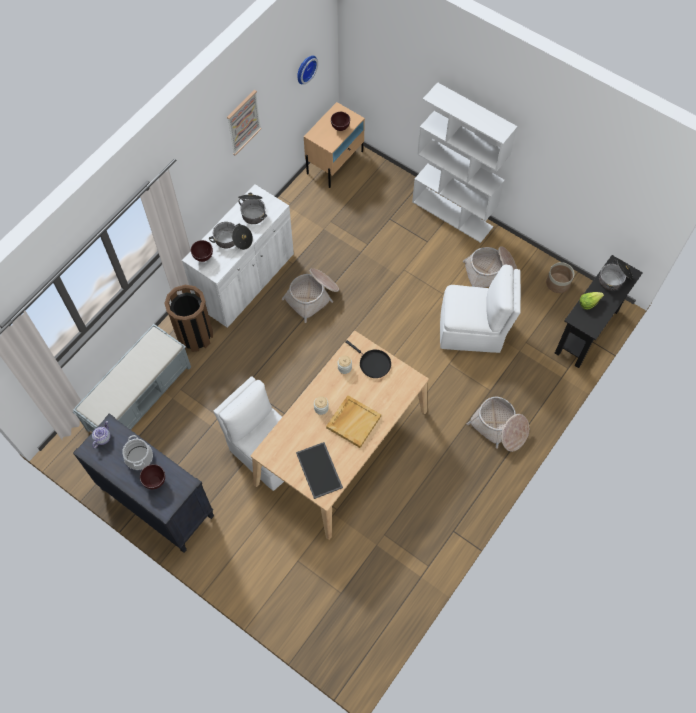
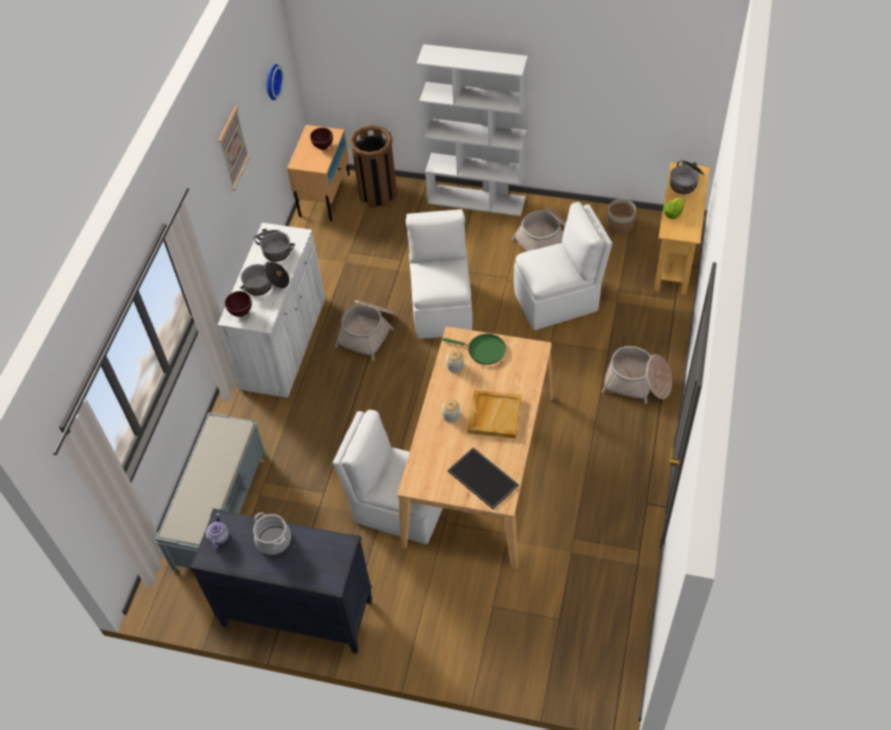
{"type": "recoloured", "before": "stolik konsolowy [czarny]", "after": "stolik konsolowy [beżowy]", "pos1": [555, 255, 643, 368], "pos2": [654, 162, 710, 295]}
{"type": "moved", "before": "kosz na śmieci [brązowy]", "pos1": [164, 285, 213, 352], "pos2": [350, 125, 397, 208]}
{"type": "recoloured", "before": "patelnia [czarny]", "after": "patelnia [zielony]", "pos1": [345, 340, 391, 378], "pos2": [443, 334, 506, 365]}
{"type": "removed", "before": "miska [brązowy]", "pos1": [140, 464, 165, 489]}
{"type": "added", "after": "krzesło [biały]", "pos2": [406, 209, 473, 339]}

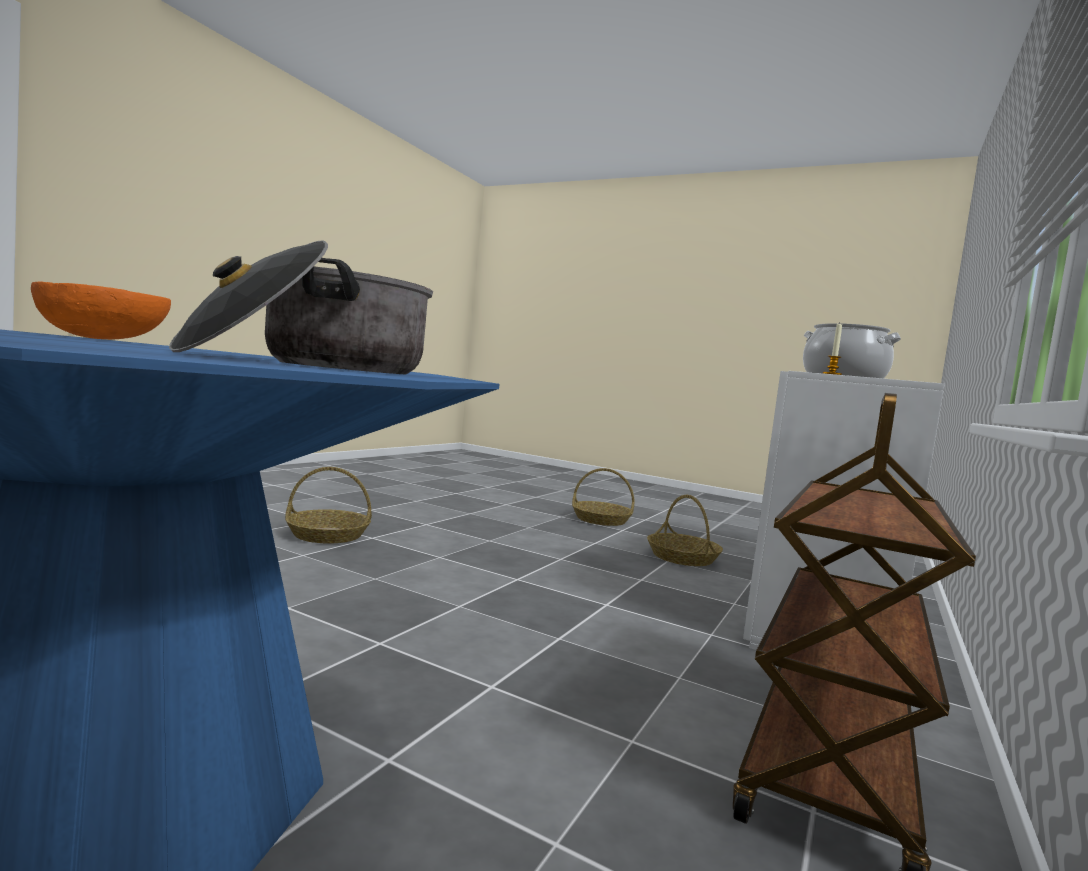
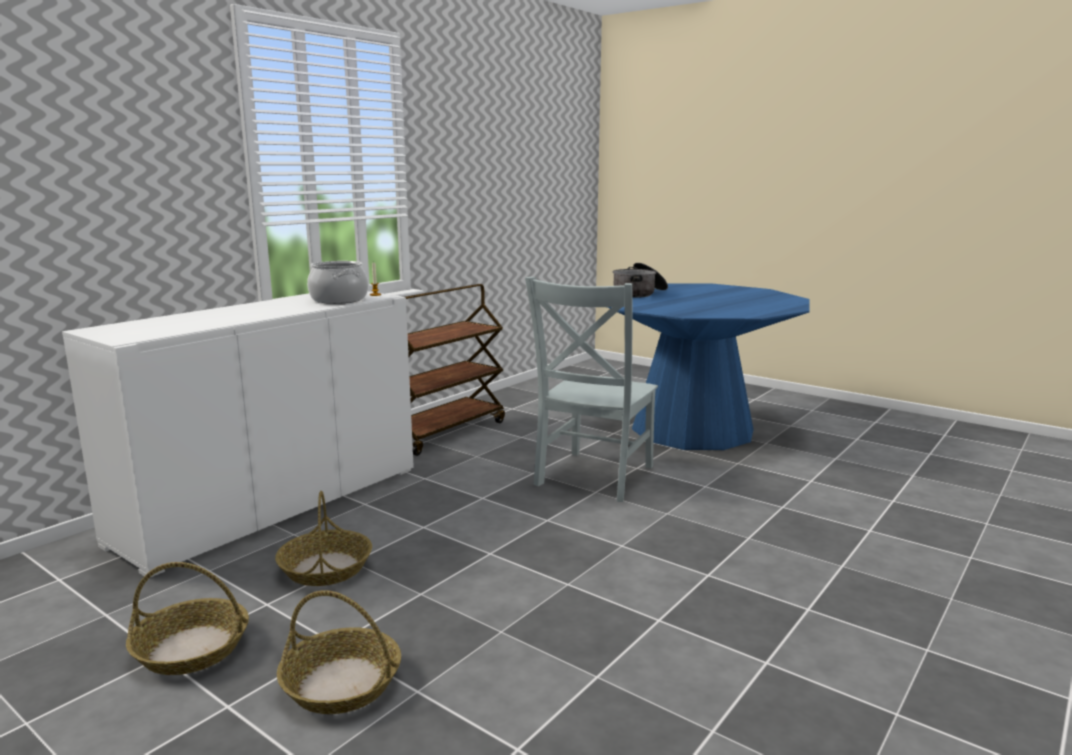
{"type": "removed", "before": "miska [pomarańczowy]", "pos1": [31, 281, 171, 339]}
{"type": "moved", "before": "koszyk", "pos1": [285, 467, 372, 544], "pos2": [126, 562, 249, 675]}
{"type": "added", "after": "krzesło [szary]", "pos2": [525, 277, 658, 502]}

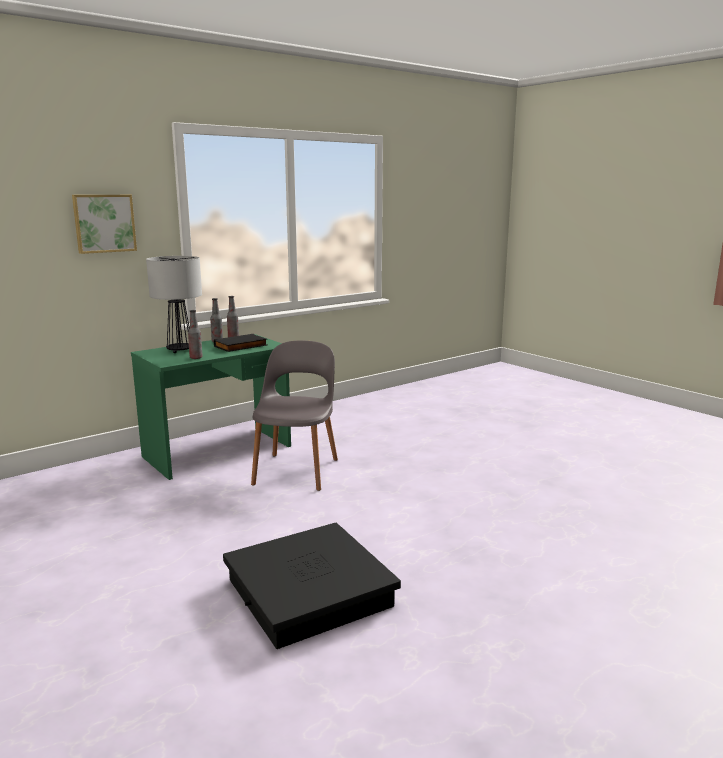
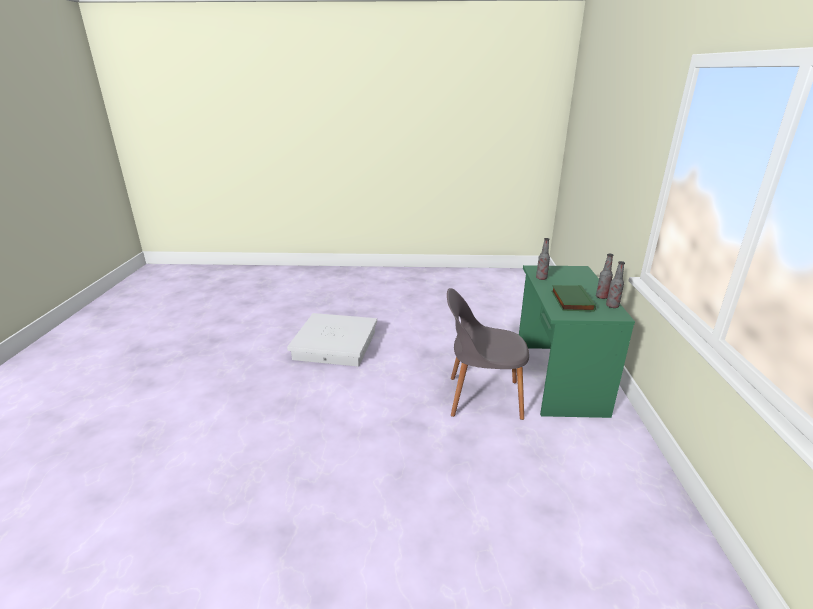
{"type": "removed", "before": "obraz", "pos1": [72, 195, 137, 254]}
{"type": "removed", "before": "lampa stołowa", "pos1": [146, 256, 202, 353]}
{"type": "recoloured", "before": "książka [czarny]", "after": "książka [zielony]", "pos1": [214, 334, 267, 352], "pos2": [552, 285, 596, 312]}
{"type": "turned", "before": "krzesło [szary]", "pos1": [251, 340, 338, 491], "pos2": [447, 288, 529, 420], "turn": 135}
{"type": "recoloured", "before": "pojemnik do przechowywania [czarny]", "after": "pojemnik do przechowywania [biały]", "pos1": [223, 523, 401, 649], "pos2": [287, 313, 377, 367]}

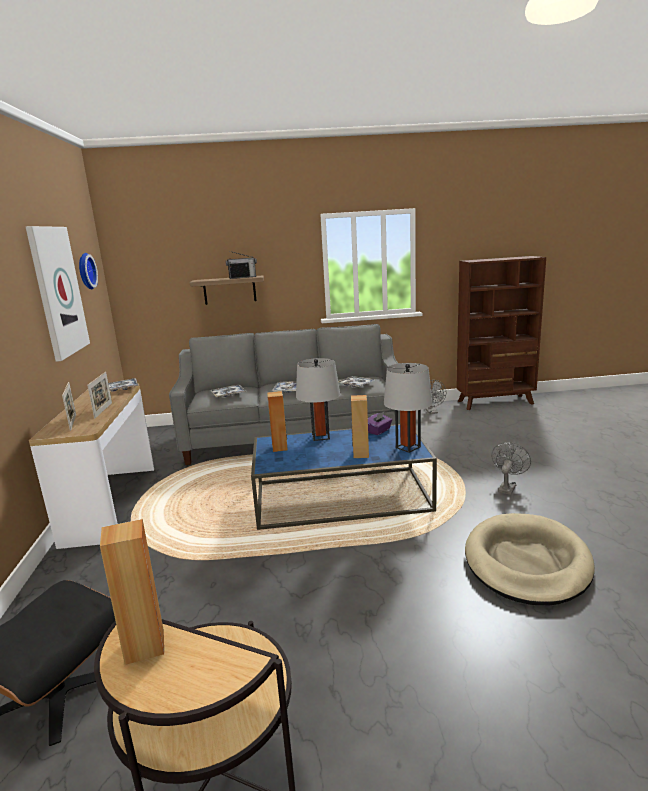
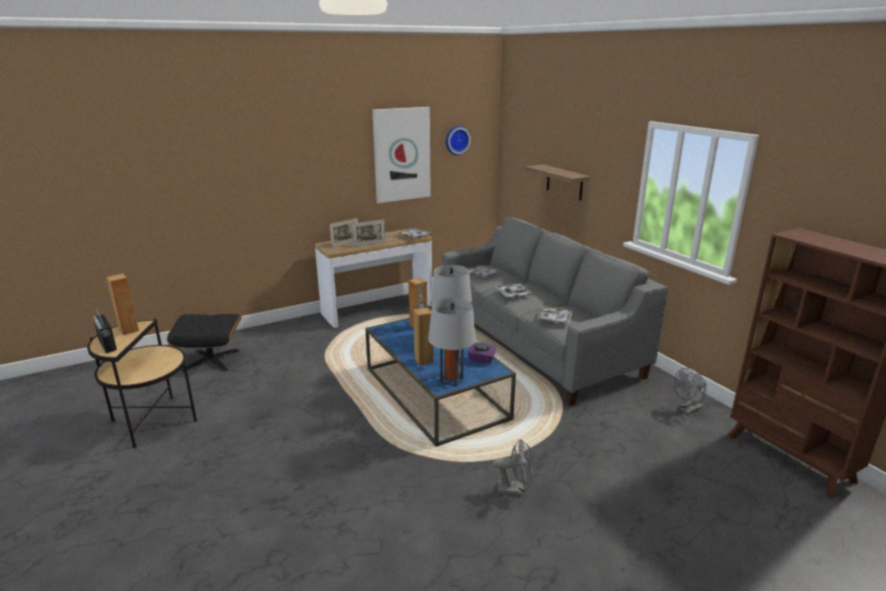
{"type": "moved", "before": "radio", "pos1": [226, 251, 257, 279], "pos2": [93, 306, 117, 353]}
{"type": "removed", "before": "legowisko [beżowy]", "pos1": [465, 513, 595, 605]}

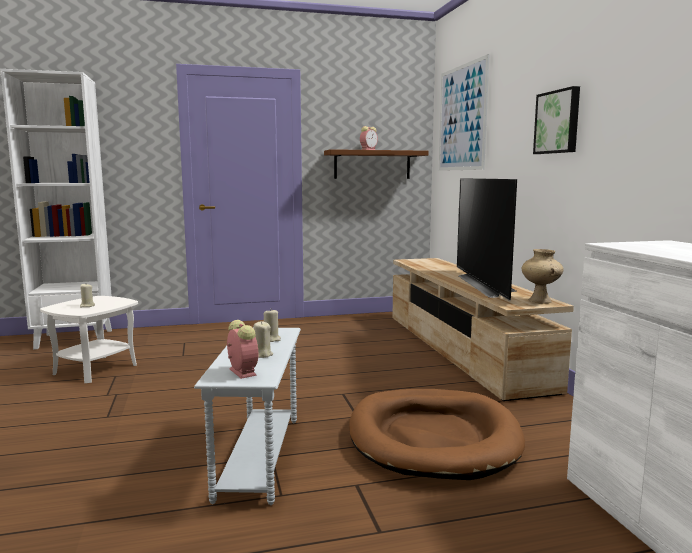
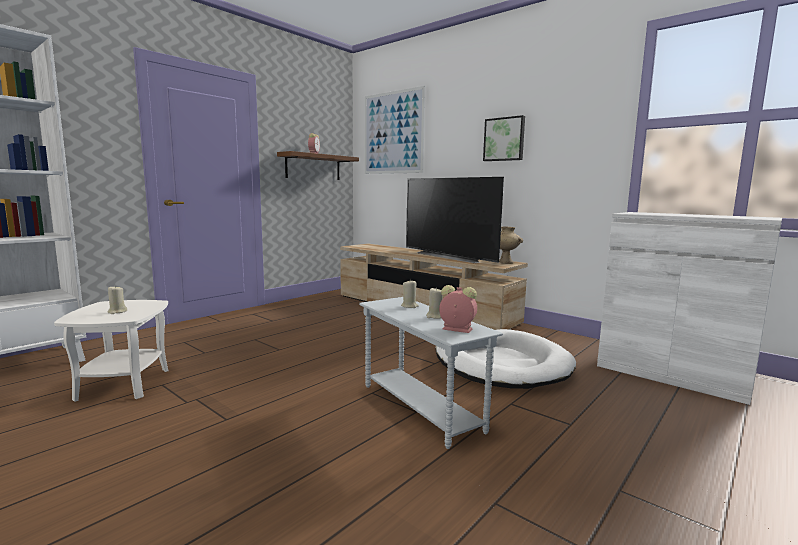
{"type": "recoloured", "before": "legowisko [brązowy]", "after": "legowisko [biały]", "pos1": [349, 389, 525, 480], "pos2": [435, 329, 576, 389]}

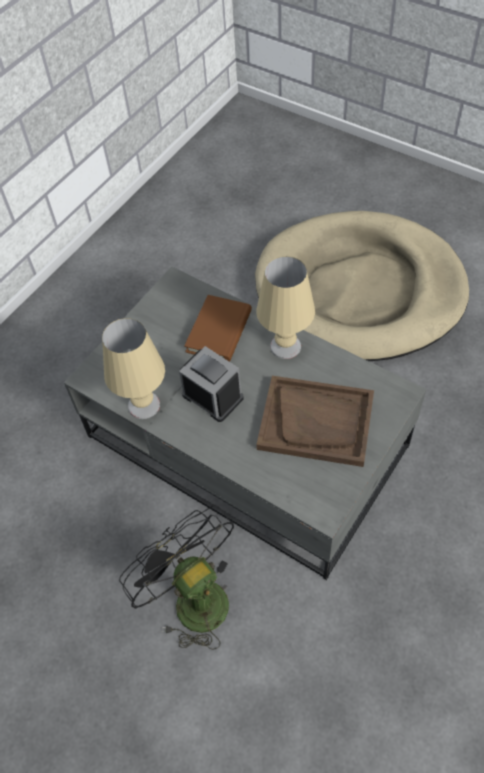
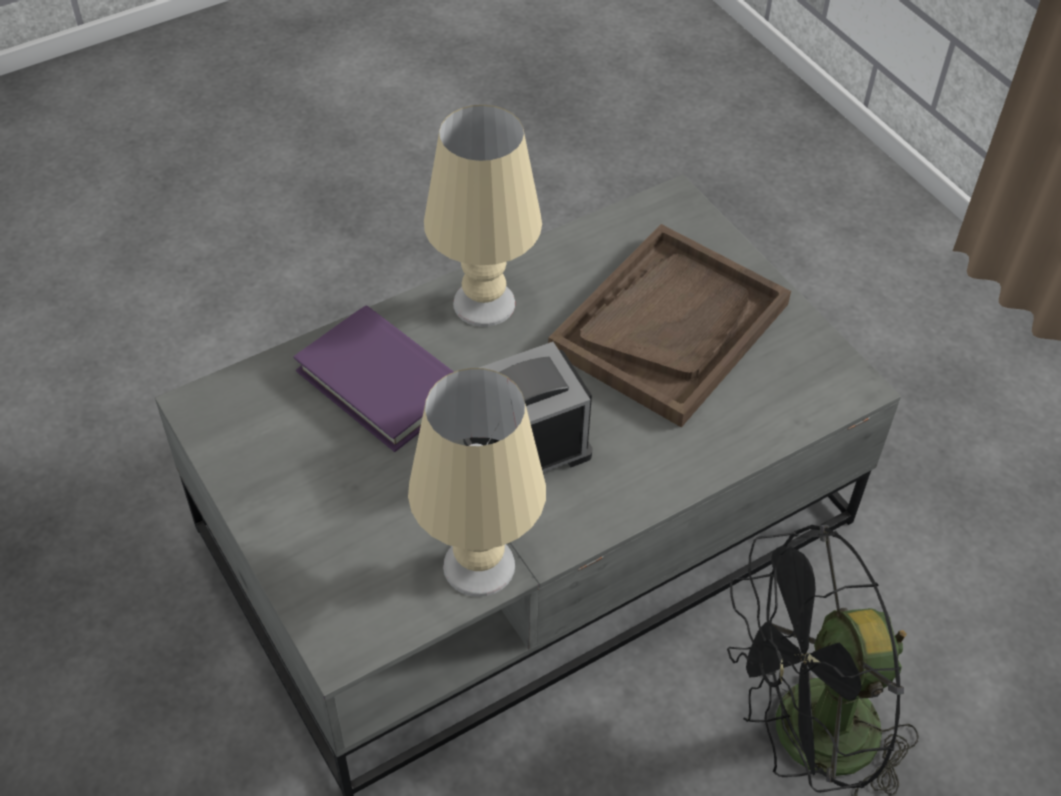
{"type": "removed", "before": "legowisko [beżowy]", "pos1": [255, 211, 469, 361]}
{"type": "recoloured", "before": "książka [brązowy]", "after": "książka [fioletowy]", "pos1": [184, 295, 252, 362], "pos2": [293, 305, 454, 452]}

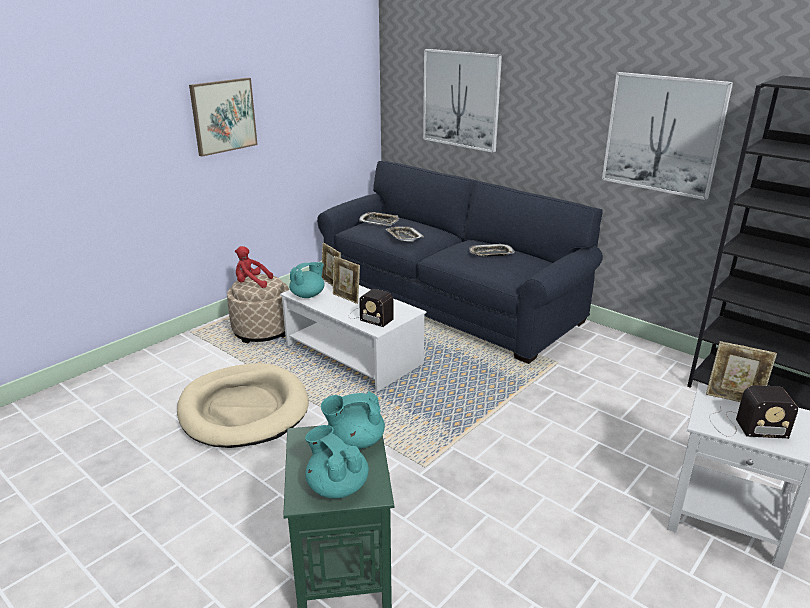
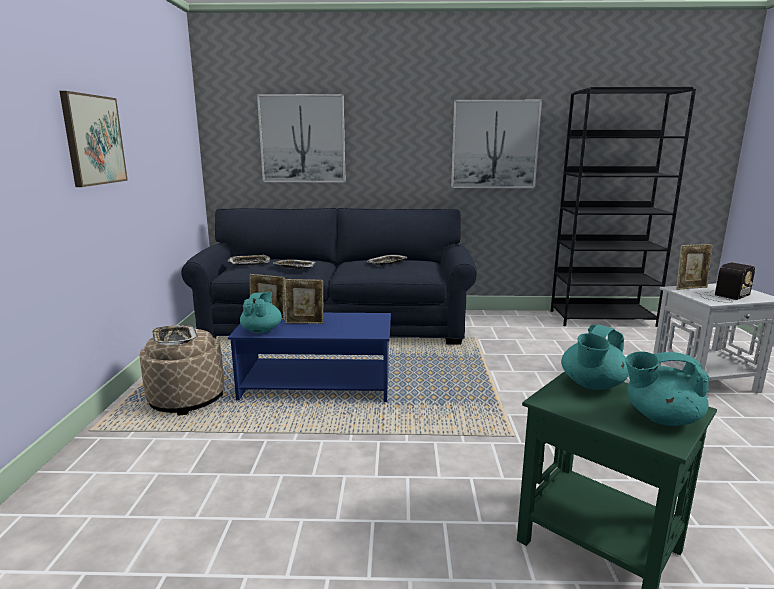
{"type": "replaced", "before": "pluszak [czerwony]", "after": "taca", "pos1": [235, 246, 273, 288], "pos2": [152, 325, 198, 345]}
{"type": "recoloured", "before": "ława [biały]", "after": "ława [niebieski]", "pos1": [280, 281, 427, 392], "pos2": [228, 313, 391, 402]}
{"type": "removed", "before": "radio", "pos1": [348, 289, 394, 327]}
{"type": "removed", "before": "legowisko [beżowy]", "pos1": [177, 363, 309, 448]}

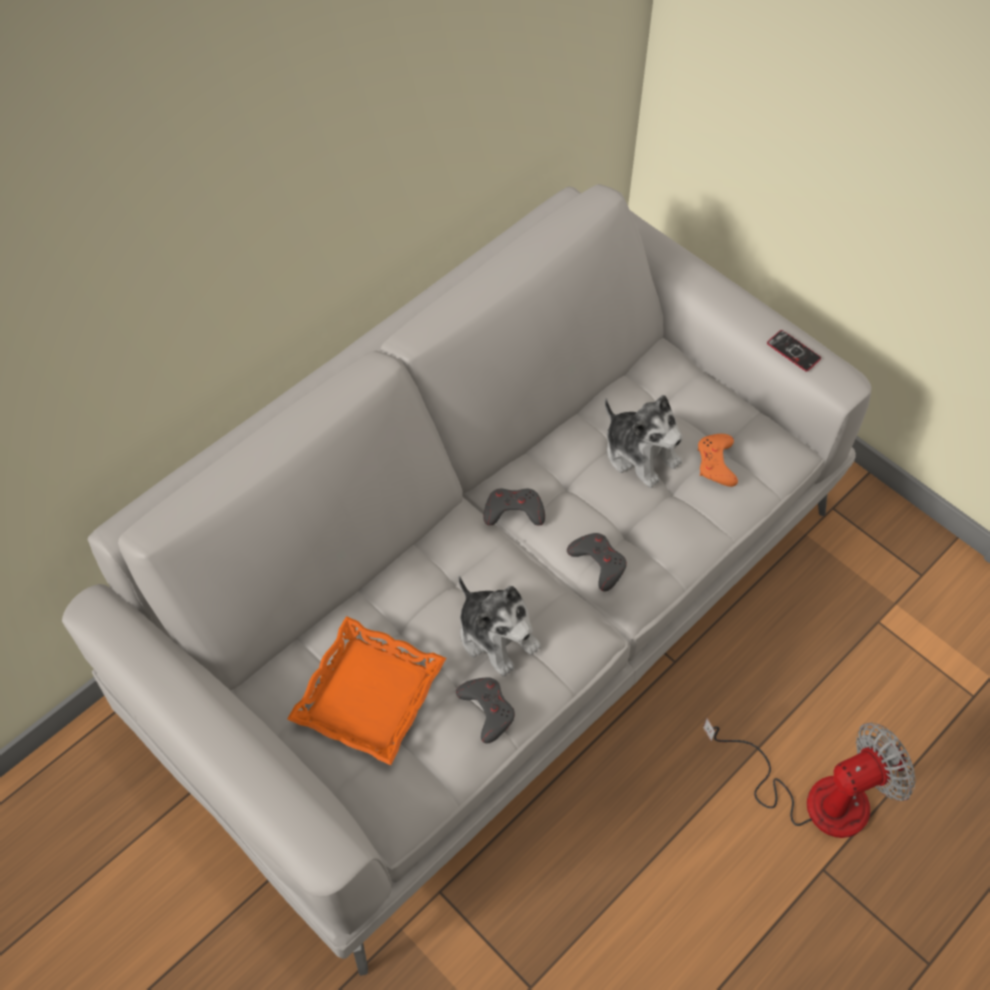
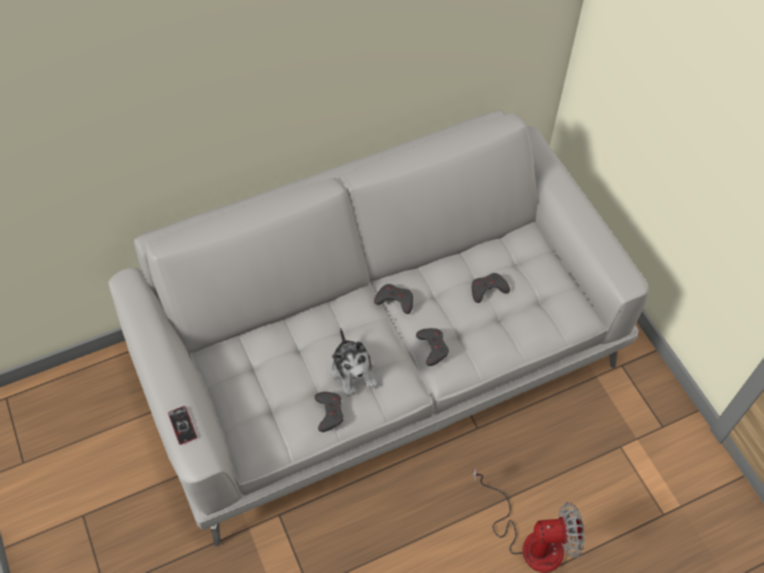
{"type": "moved", "before": "telefon", "pos1": [767, 330, 821, 371], "pos2": [168, 406, 197, 445]}
{"type": "replaced", "before": "pluszak", "after": "pad do gier [szary]", "pos1": [605, 395, 683, 488], "pos2": [472, 273, 510, 303]}
{"type": "removed", "before": "pad do gier [pomarańczowy]", "pos1": [698, 434, 738, 487]}
{"type": "removed", "before": "taca [pomarańczowy]", "pos1": [287, 616, 446, 765]}

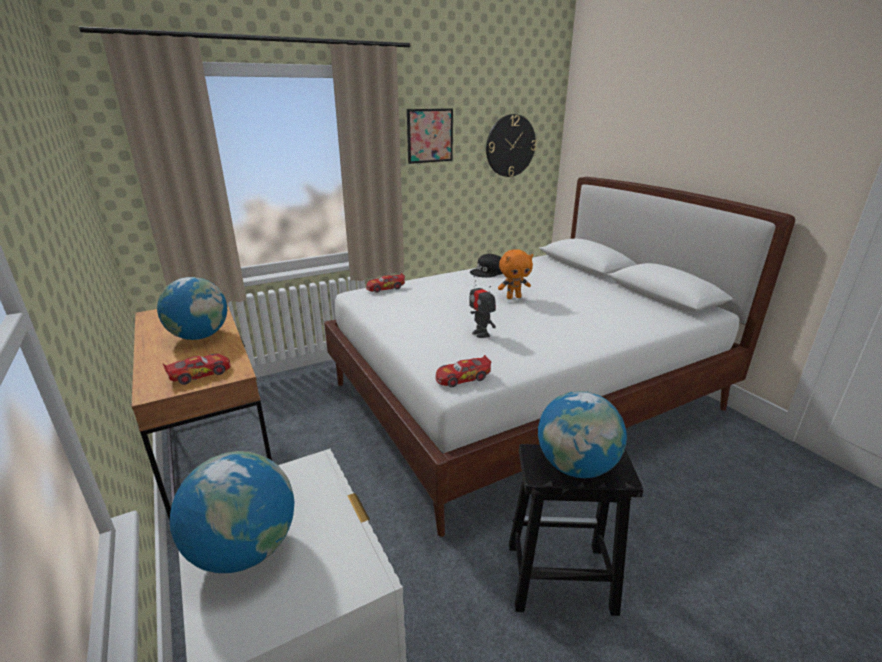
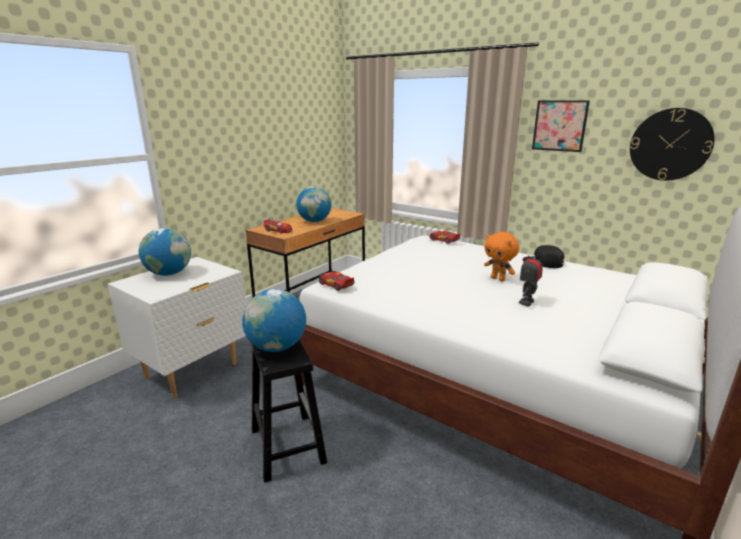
{"type": "moved", "before": "robot zabawkowy", "pos1": [469, 276, 496, 338], "pos2": [519, 247, 542, 306]}

